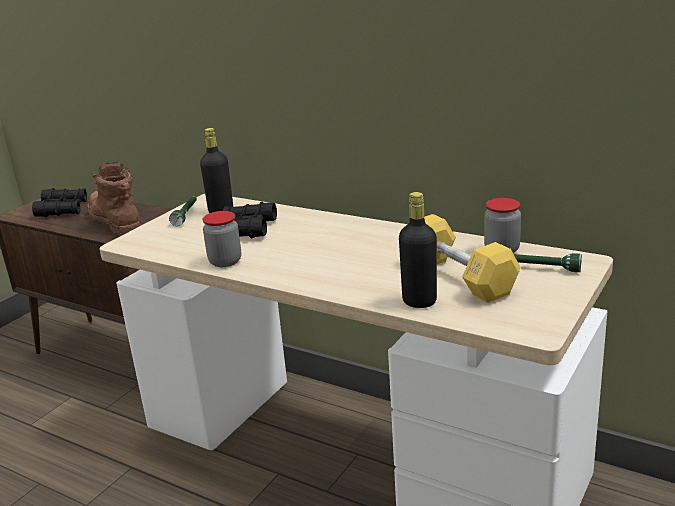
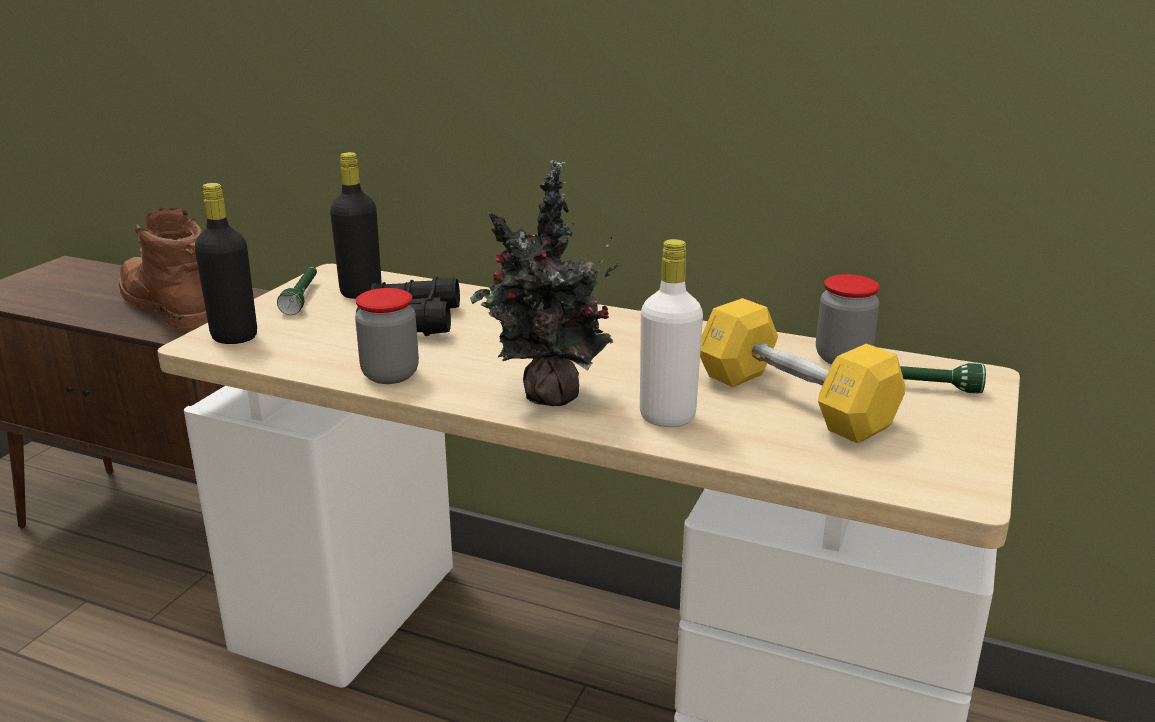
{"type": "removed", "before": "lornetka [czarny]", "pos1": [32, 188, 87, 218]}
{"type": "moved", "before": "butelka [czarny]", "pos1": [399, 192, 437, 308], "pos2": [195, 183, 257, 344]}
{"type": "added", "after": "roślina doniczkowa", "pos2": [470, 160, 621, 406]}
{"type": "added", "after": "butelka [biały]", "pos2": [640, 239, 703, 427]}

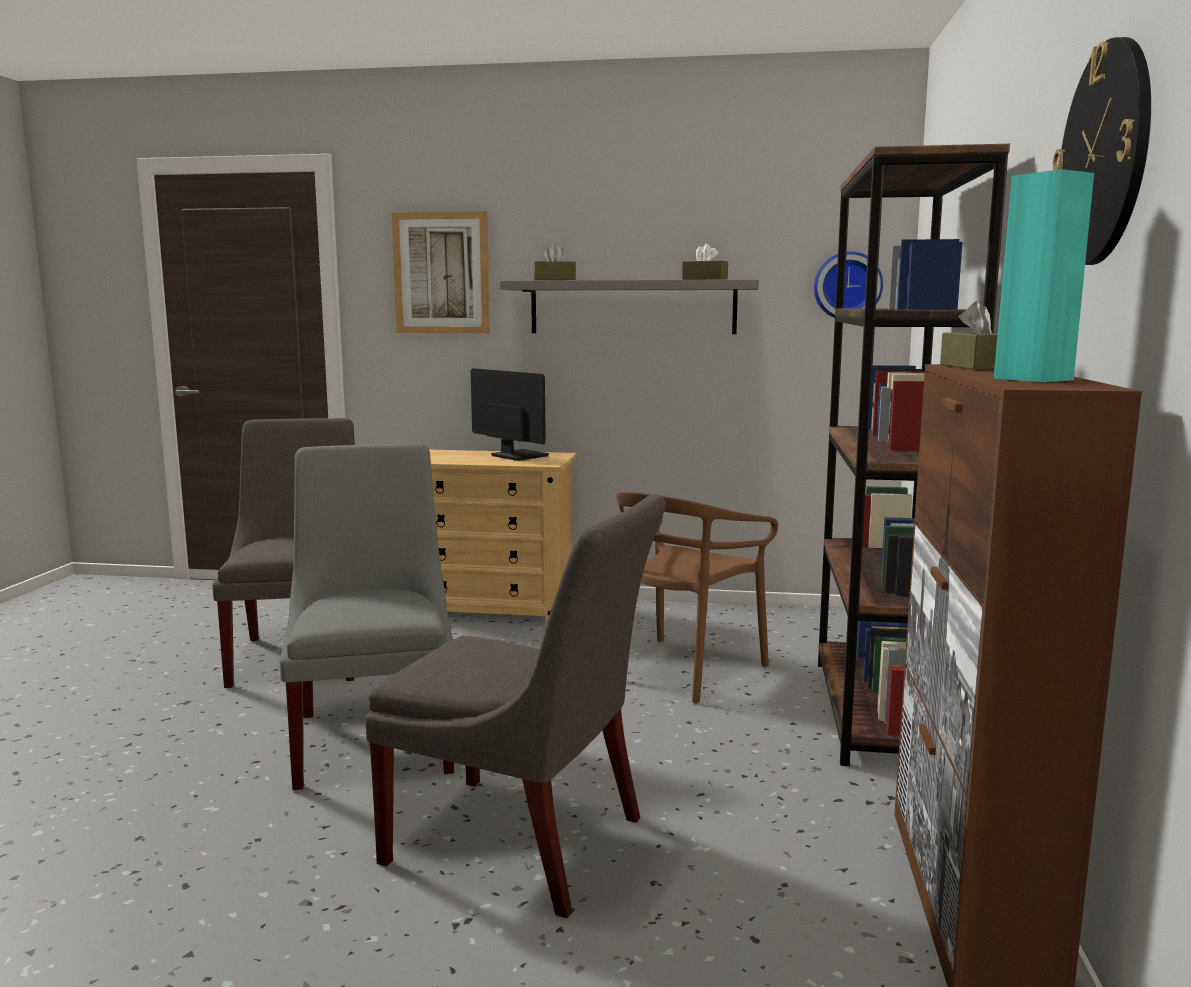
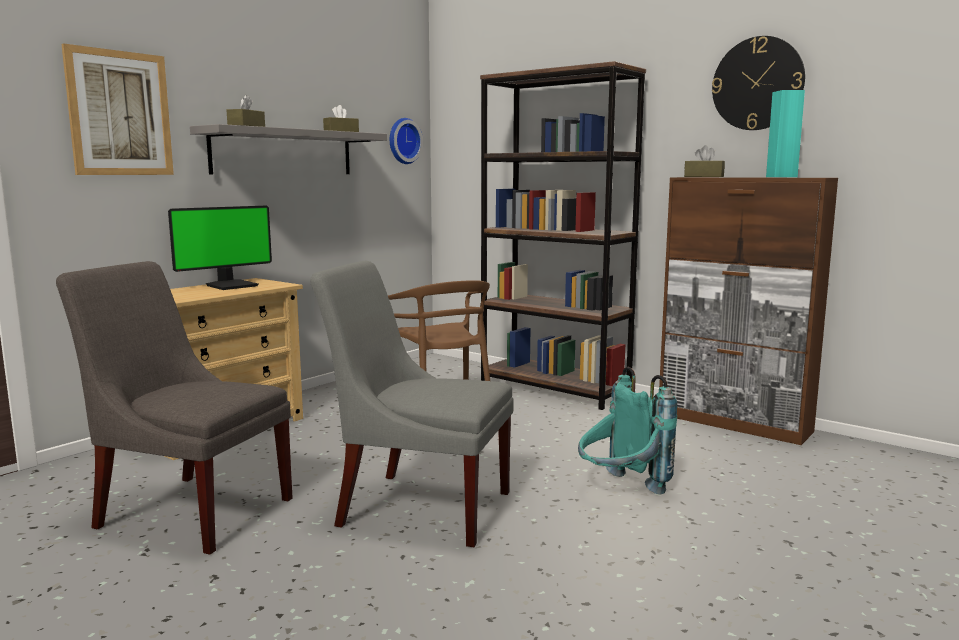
{"type": "turned", "before": "monitor", "pos1": [471, 368, 549, 461], "pos2": [168, 206, 272, 290], "turn": 150}
{"type": "replaced", "before": "krzesło [szary]", "after": "plecak [turkusowy]", "pos1": [365, 494, 666, 918], "pos2": [578, 366, 677, 495]}

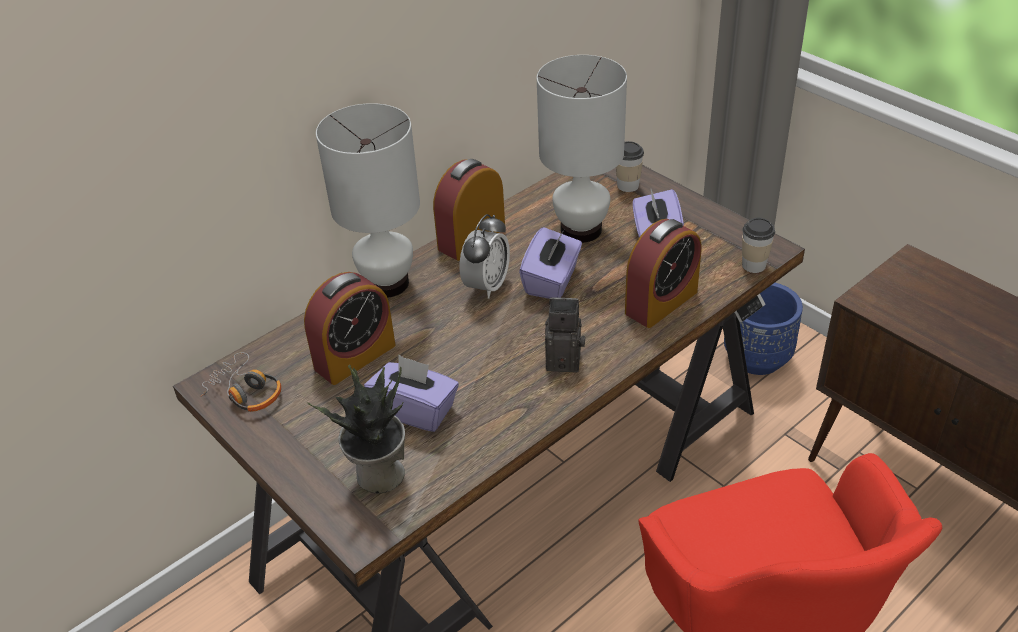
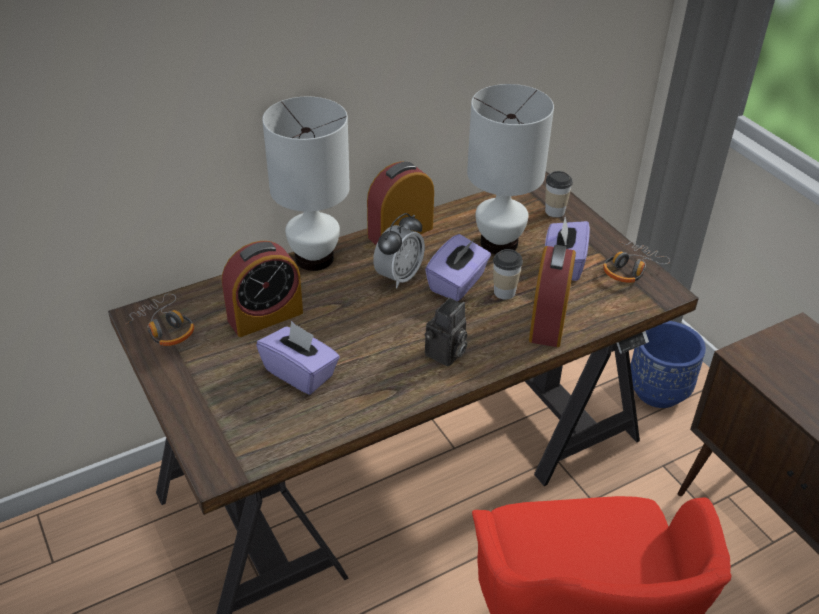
{"type": "moved", "before": "filiżanka", "pos1": [742, 218, 775, 273], "pos2": [493, 249, 523, 300]}
{"type": "turned", "before": "budzik", "pos1": [625, 219, 701, 328], "pos2": [529, 245, 576, 347], "turn": 135}
{"type": "turned", "before": "aparat fotograficzny", "pos1": [545, 297, 585, 373], "pos2": [425, 298, 467, 366], "turn": 105}
{"type": "removed", "before": "roślina doniczkowa", "pos1": [307, 365, 405, 494]}
{"type": "added", "after": "słuchawki", "pos2": [603, 242, 670, 283]}

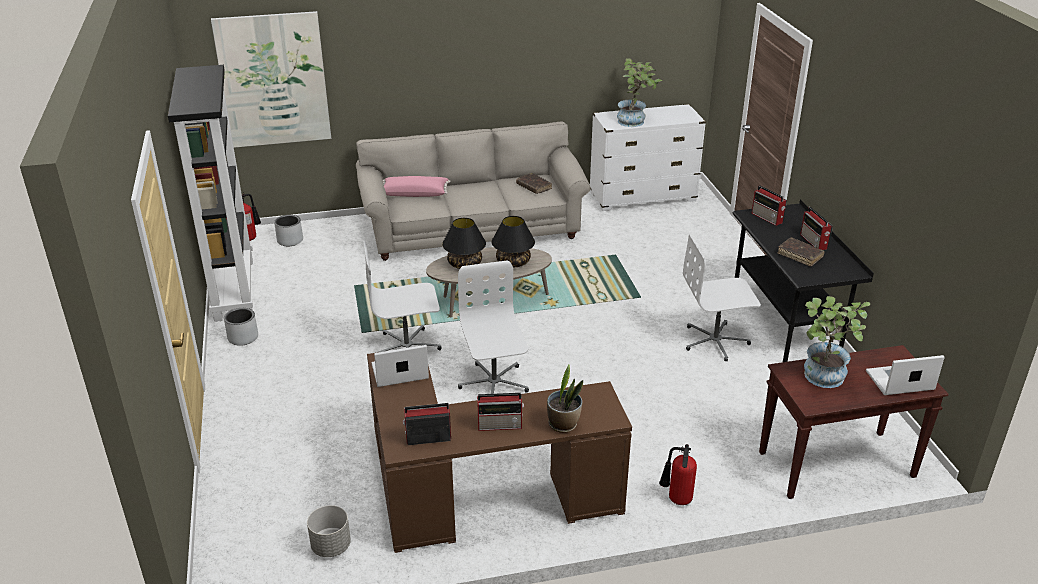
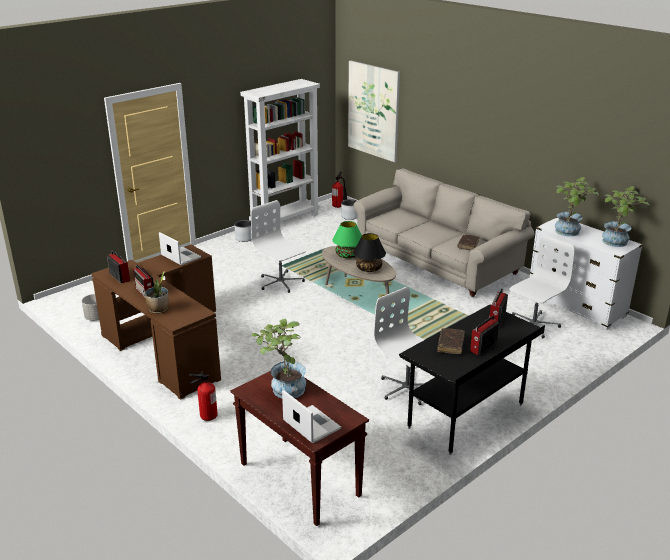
{"type": "recoloured", "before": "regał [czarny]", "after": "regał [biały]", "pos1": [168, 65, 253, 322], "pos2": [240, 79, 320, 233]}
{"type": "removed", "before": "poduszka [różowy]", "pos1": [383, 176, 450, 197]}
{"type": "recoloured", "before": "lampa stołowa [czarny]", "after": "lampa stołowa [zielony]", "pos1": [442, 218, 486, 269], "pos2": [332, 221, 362, 258]}
{"type": "moved", "before": "krzesło biurowe [biały]", "pos1": [458, 260, 529, 394], "pos2": [510, 235, 575, 338]}
{"type": "added", "after": "roślina doniczkowa", "pos2": [602, 186, 650, 247]}

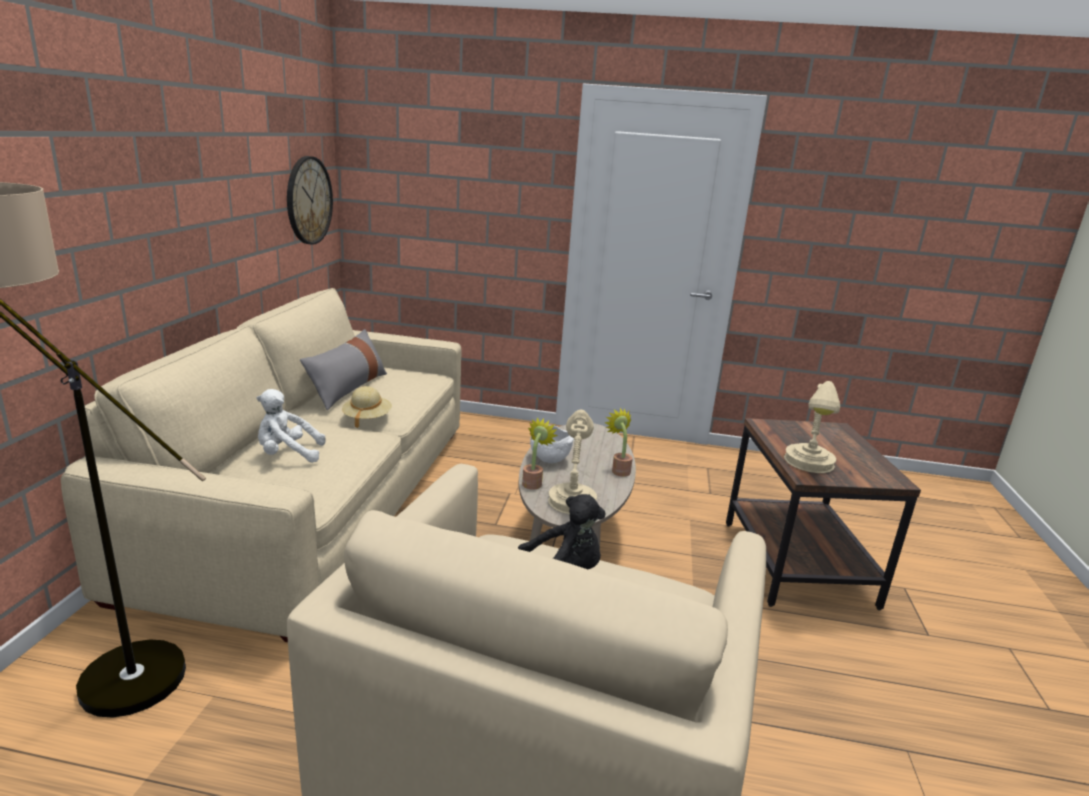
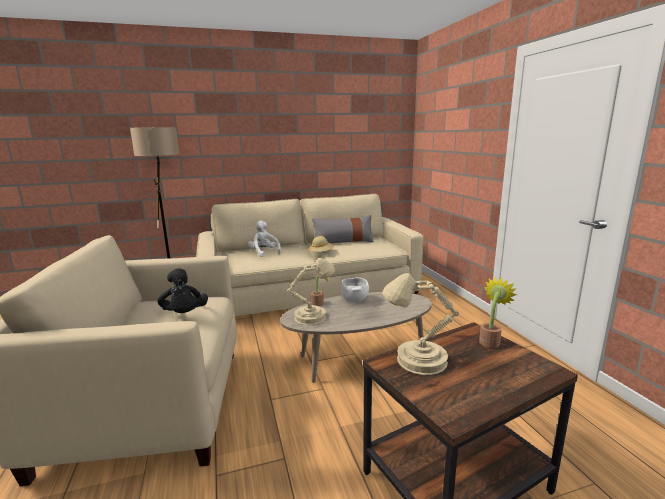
{"type": "removed", "before": "zegar ścienny", "pos1": [287, 156, 333, 245]}
{"type": "moved", "before": "roślina doniczkowa", "pos1": [604, 408, 633, 477], "pos2": [479, 277, 517, 348]}

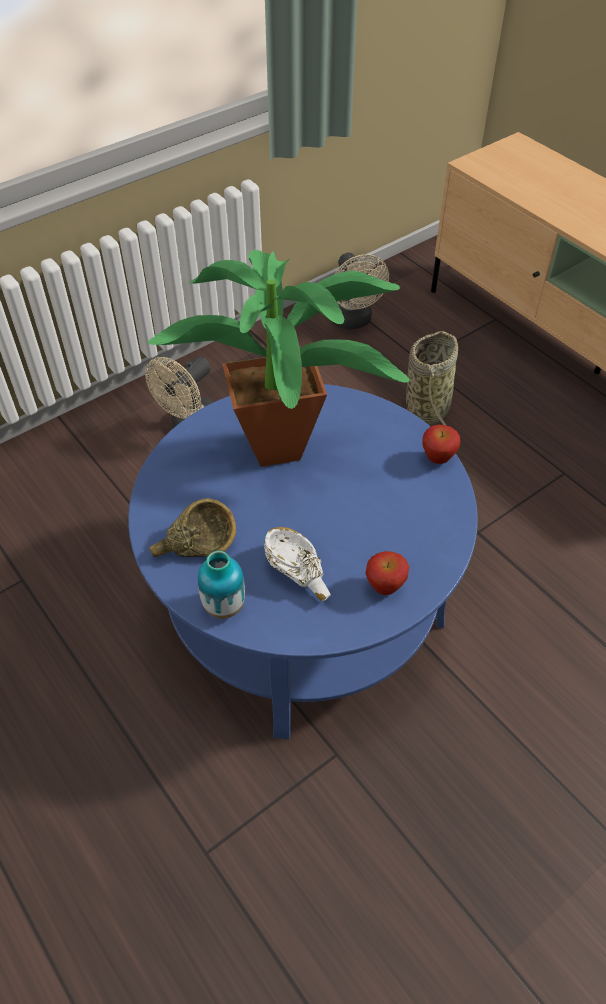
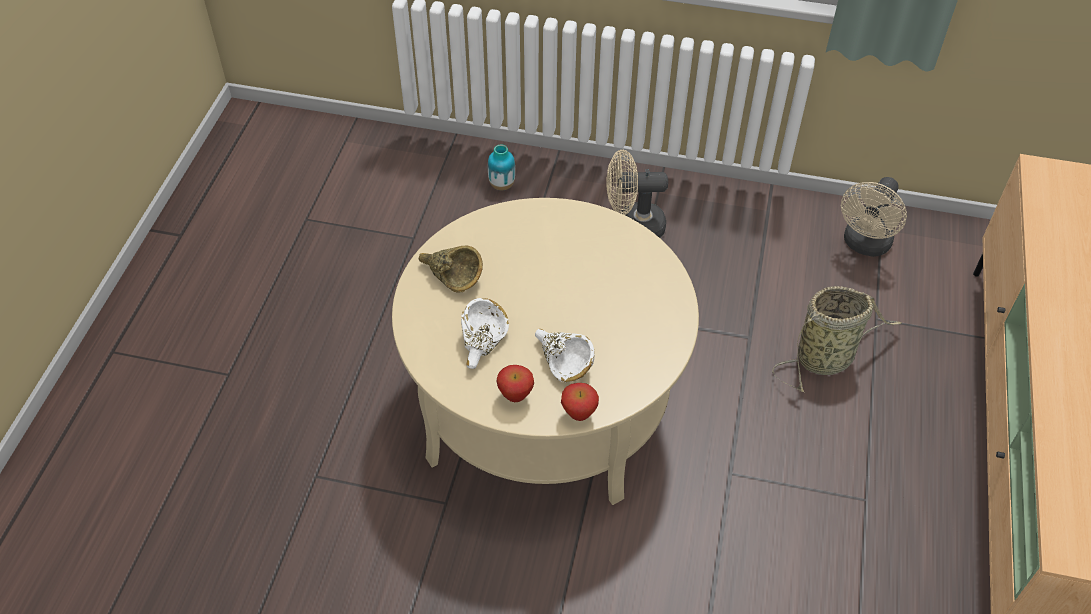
{"type": "removed", "before": "roślina doniczkowa", "pos1": [148, 250, 410, 467]}
{"type": "recoloured", "before": "ława [niebieski]", "after": "ława [beżowy]", "pos1": [128, 384, 478, 740], "pos2": [392, 198, 699, 505]}
{"type": "moved", "before": "jabłko", "pos1": [423, 425, 460, 464], "pos2": [561, 383, 599, 421]}
{"type": "moved", "before": "wazon", "pos1": [198, 551, 245, 619], "pos2": [488, 144, 515, 190]}
{"type": "added", "after": "miska [biały]", "pos2": [535, 329, 595, 383]}

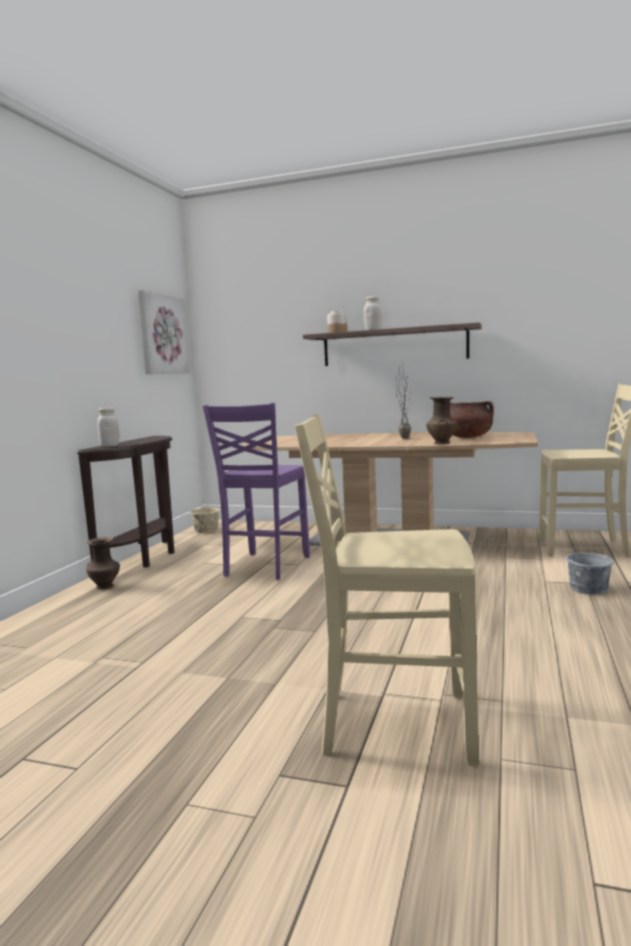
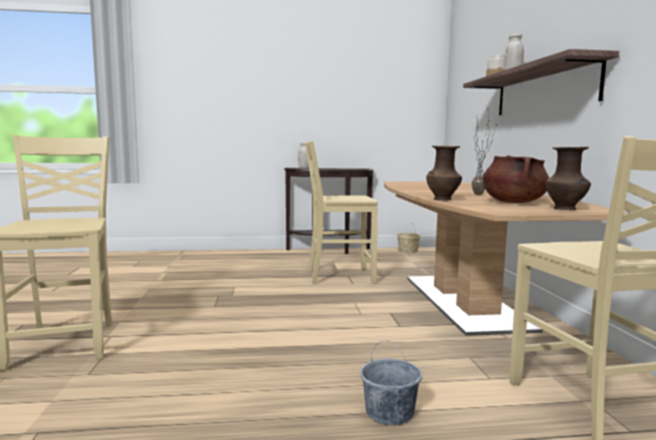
{"type": "removed", "before": "obraz", "pos1": [138, 290, 190, 374]}
{"type": "recoloured", "before": "krzesło [fioletowy]", "after": "krzesło [beżowy]", "pos1": [203, 403, 310, 580], "pos2": [305, 141, 378, 284]}
{"type": "moved", "before": "wazon [brązowy]", "pos1": [87, 537, 120, 589], "pos2": [546, 147, 591, 210]}

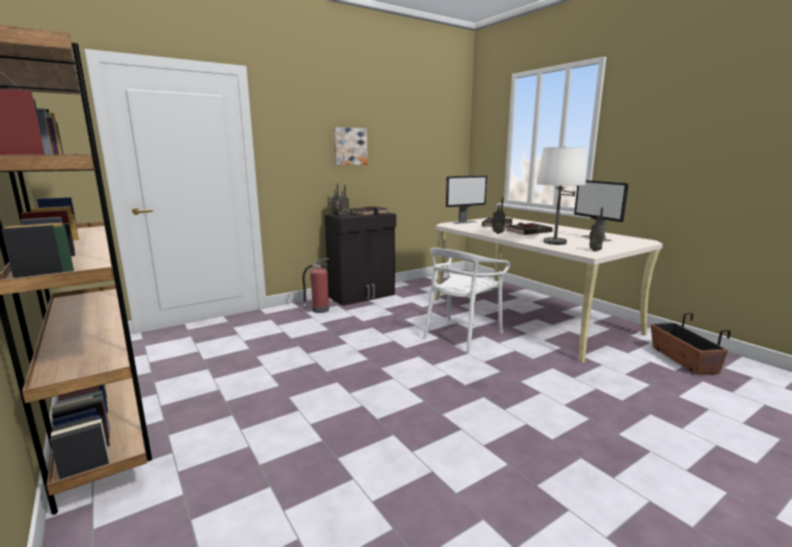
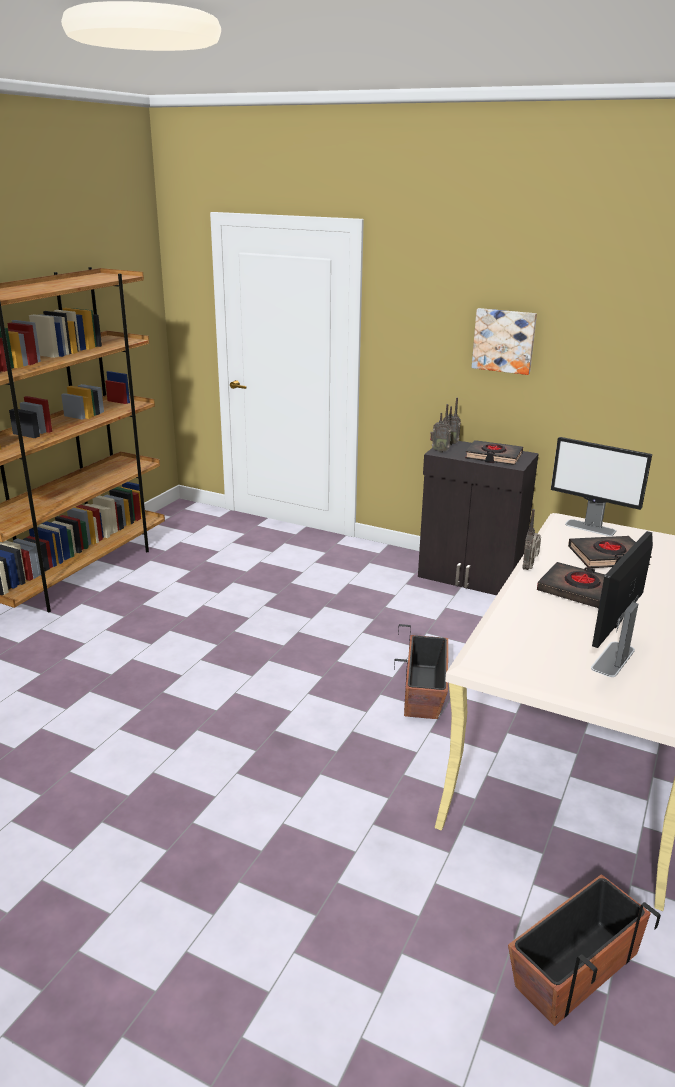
{"type": "removed", "before": "lampa stołowa [biały]", "pos1": [537, 146, 586, 245]}
{"type": "removed", "before": "radio", "pos1": [589, 207, 606, 251]}
{"type": "replaced", "before": "krzesło [biały]", "after": "donica", "pos1": [423, 248, 510, 352], "pos2": [394, 624, 448, 719]}
{"type": "removed", "before": "gaśnica", "pos1": [303, 258, 329, 313]}

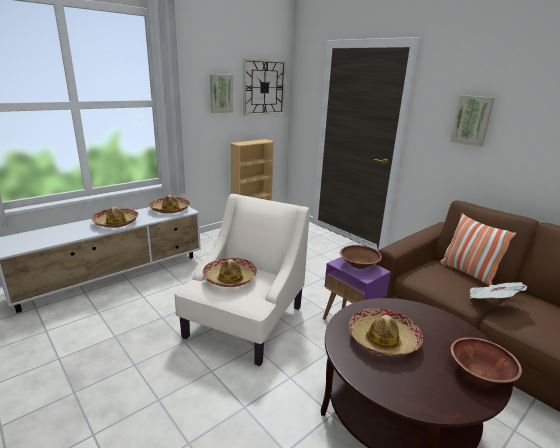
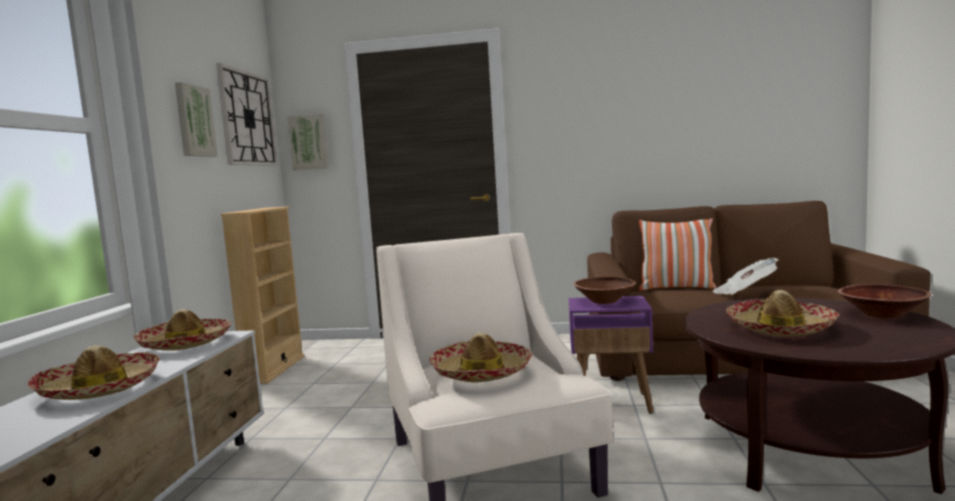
{"type": "moved", "before": "obraz", "pos1": [450, 95, 495, 147], "pos2": [288, 114, 329, 171]}

